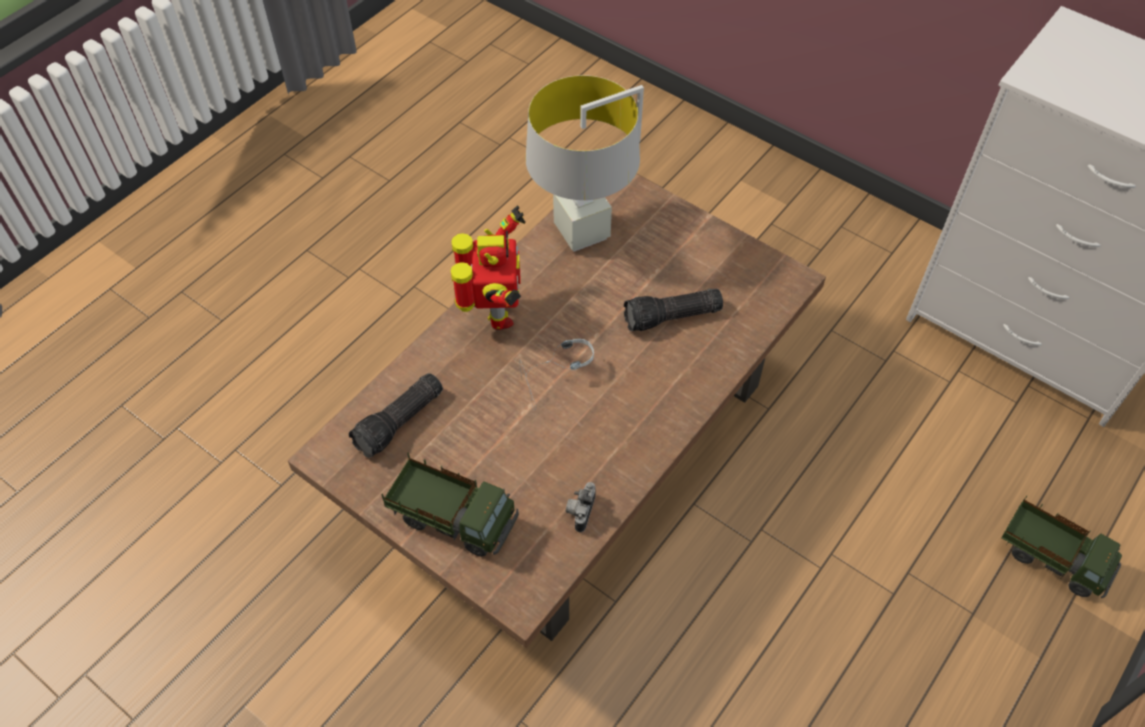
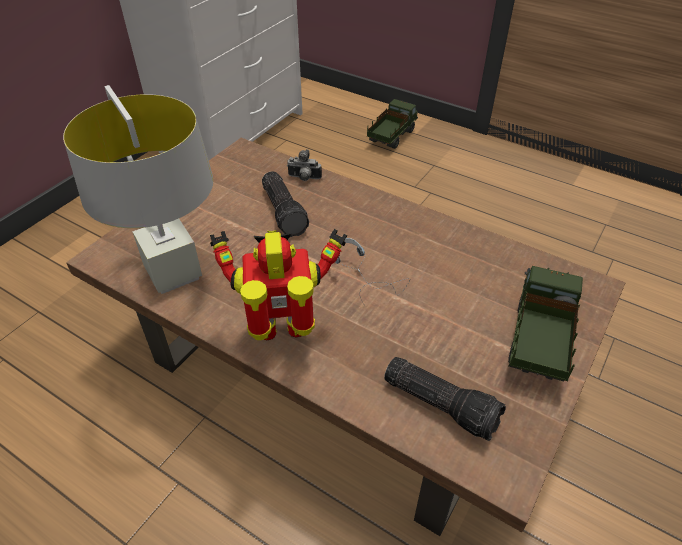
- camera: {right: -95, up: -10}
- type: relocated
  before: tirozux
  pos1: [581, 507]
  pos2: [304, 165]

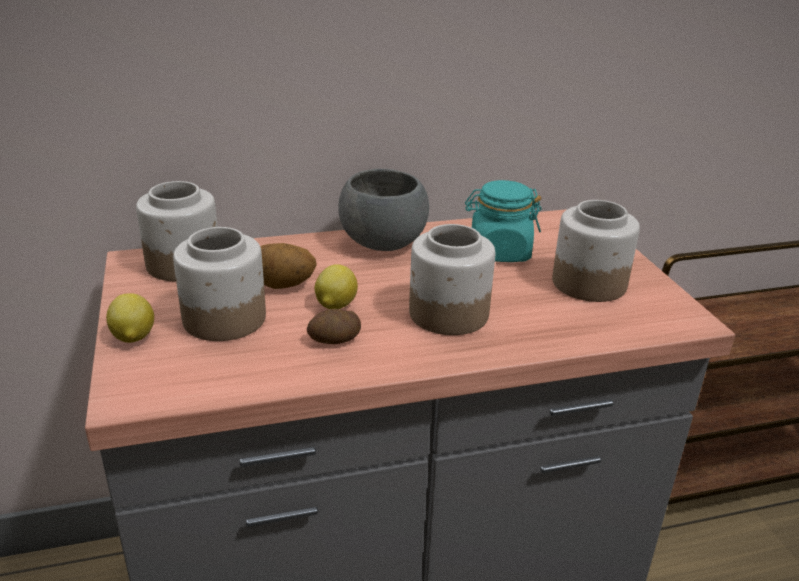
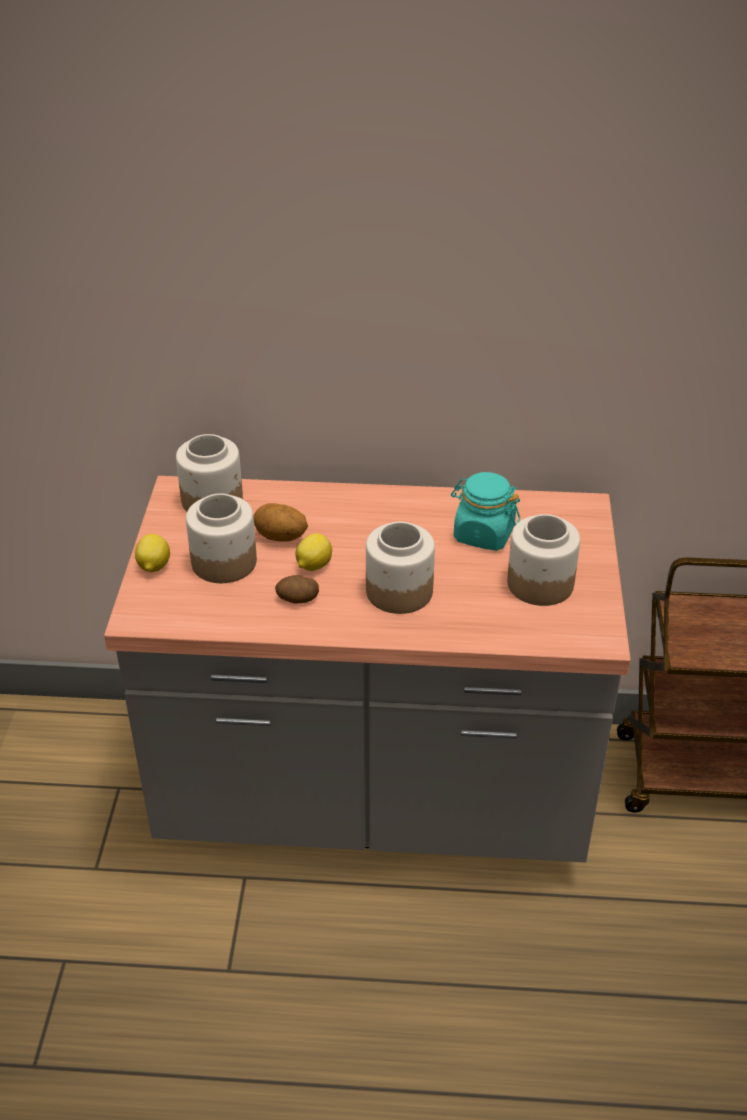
- camera: {right: 20, up: 10}
- type: missing
  before: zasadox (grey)
  pos1: [383, 210]

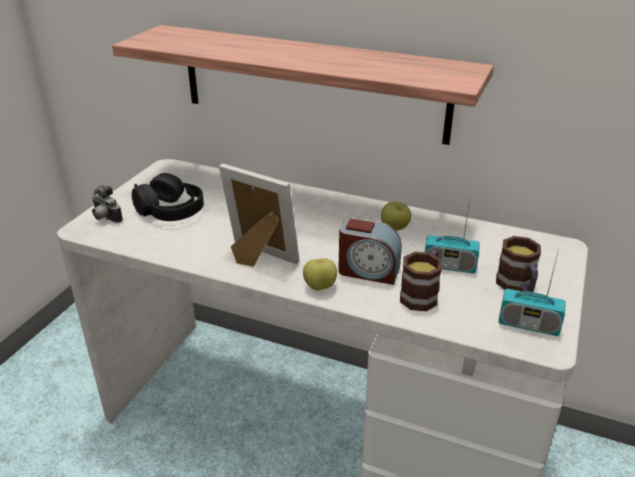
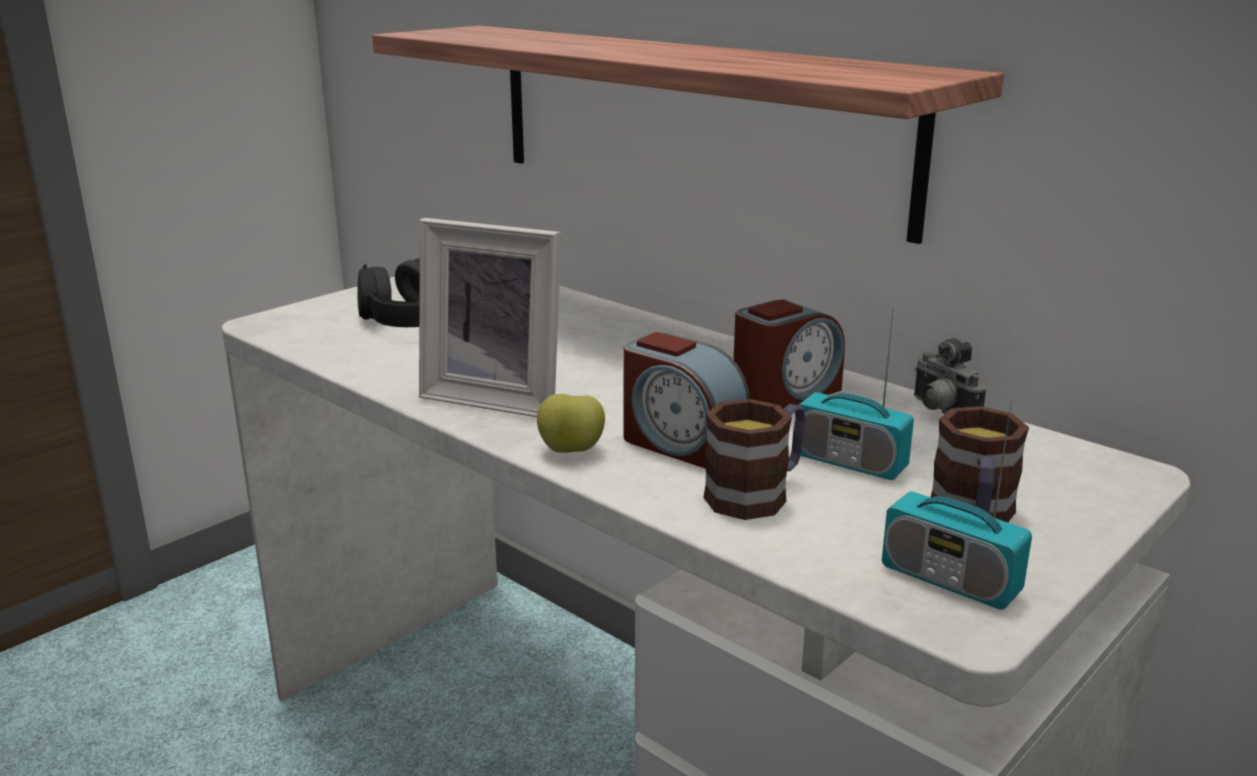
- camera: {right: 20, up: -10}
- type: relocated
  before: tirozux
  pos1: [107, 204]
  pos2: [950, 376]
- type: exchanged
  before: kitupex
  after: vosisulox
  pos1: [396, 216]
  pos2: [789, 354]
- type: spun
  before: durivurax
  pos1: [259, 215]
  pos2: [490, 317]
  turn: 150

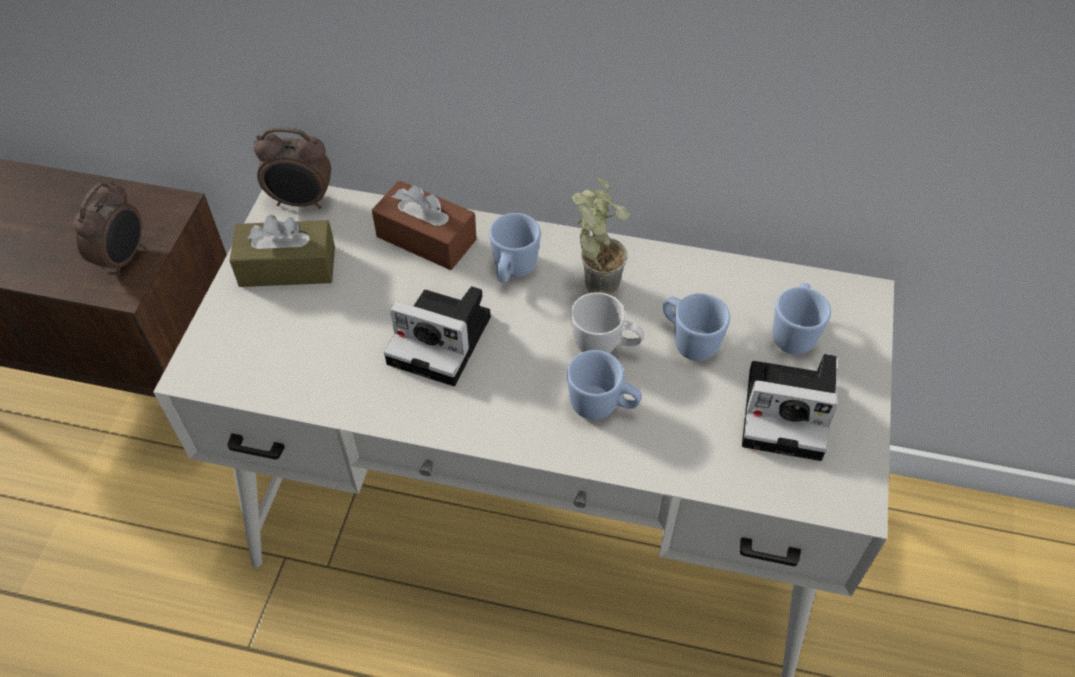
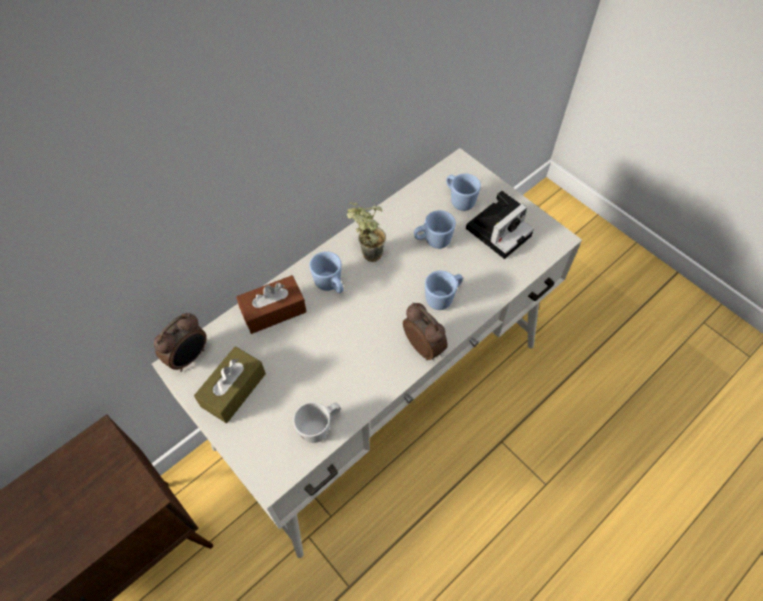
- camera: {right: -55, up: 5}
- type: missing
  before: tirozux
  pos1: [437, 336]
- type: relocated
  before: vosisulox
  pos1: [107, 228]
  pos2: [425, 332]
- type: relocated
  before: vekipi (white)
  pos1: [607, 322]
  pos2: [317, 422]

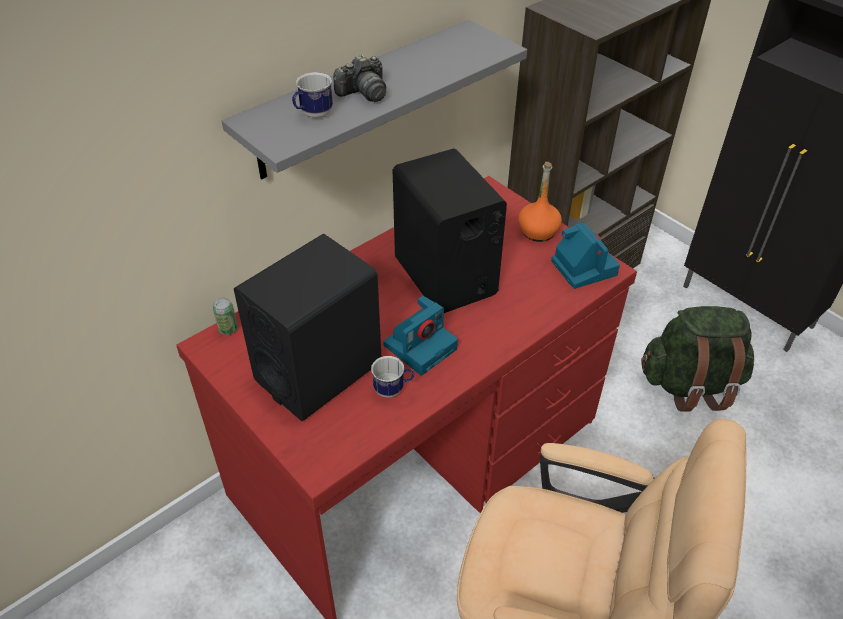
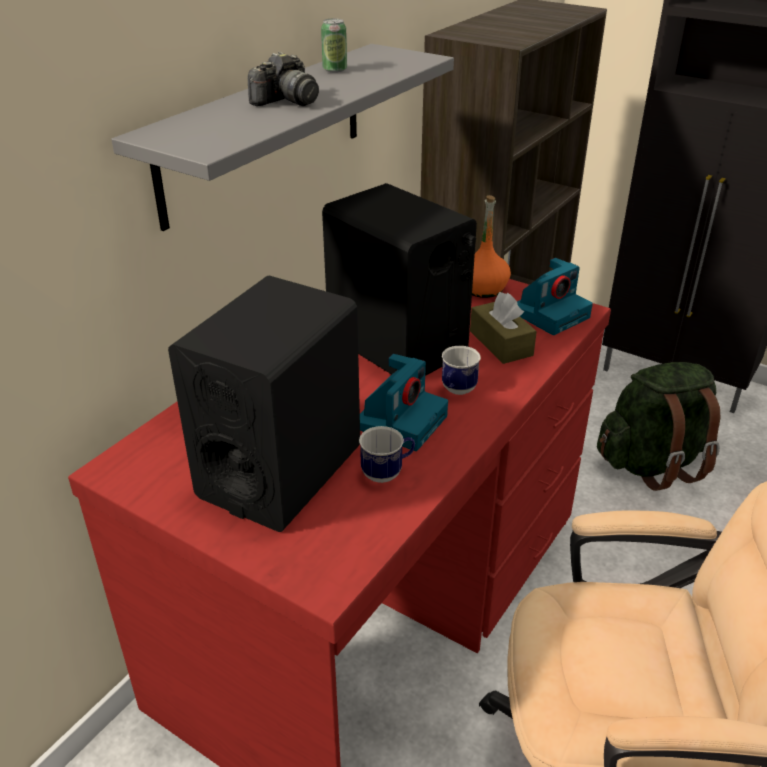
- camera: {right: -15, up: -10}
- type: appeared
  after: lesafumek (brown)
  pos2: [503, 328]
- type: relocated
  before: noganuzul
  pos1: [225, 316]
  pos2: [334, 46]
- type: relocated
  before: vekipi
  pos1: [312, 95]
  pos2: [461, 370]
- type: spun
  before: tirozux
  pos1: [585, 255]
  pos2: [555, 296]
  turn: 90

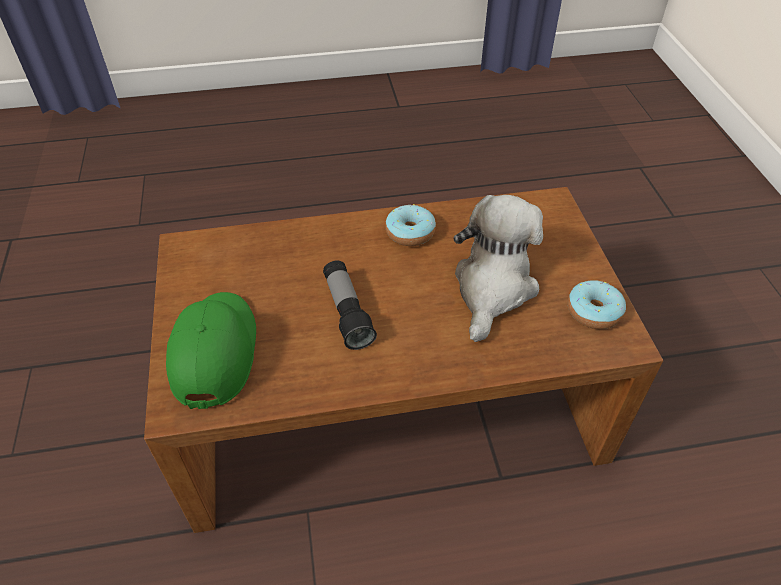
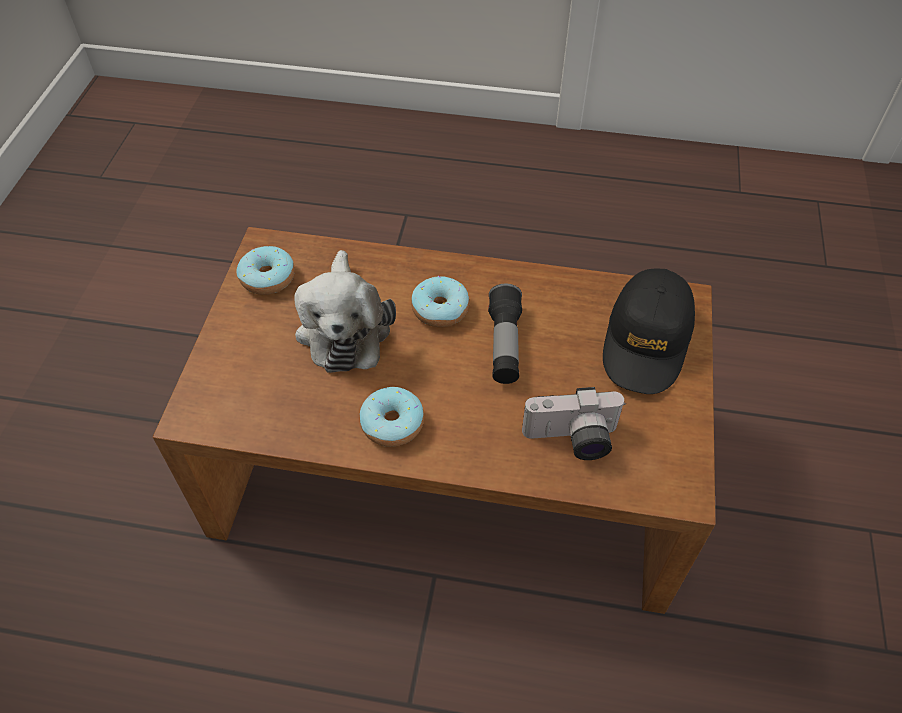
- camera: {right: -160, up: 5}
- type: appeared
  after: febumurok
  pos2: [440, 301]
- type: appeared
  after: tirozux
  pos2: [574, 423]
- type: colour
  before: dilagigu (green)
  after: dilagigu (black)
  pos1: [211, 350]
  pos2: [649, 331]
- type: spun
  before: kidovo
  pos1: [498, 268]
  pos2: [345, 311]
  turn: -45

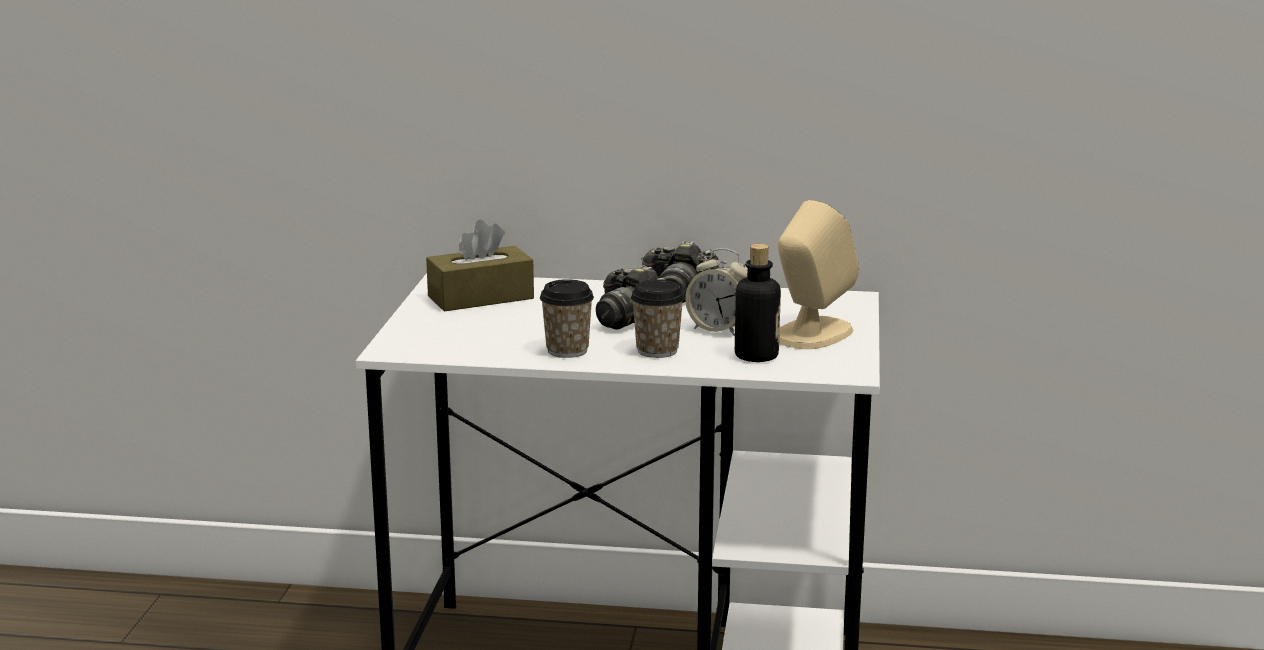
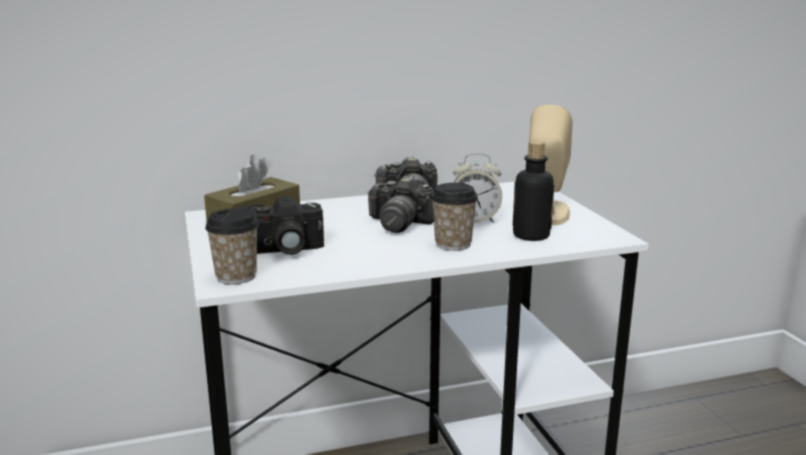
- camera: {right: -25, up: 0}
- type: appeared
  after: tirozux
  pos2: [281, 225]
- type: relocated
  before: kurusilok
  pos1: [567, 318]
  pos2: [232, 246]

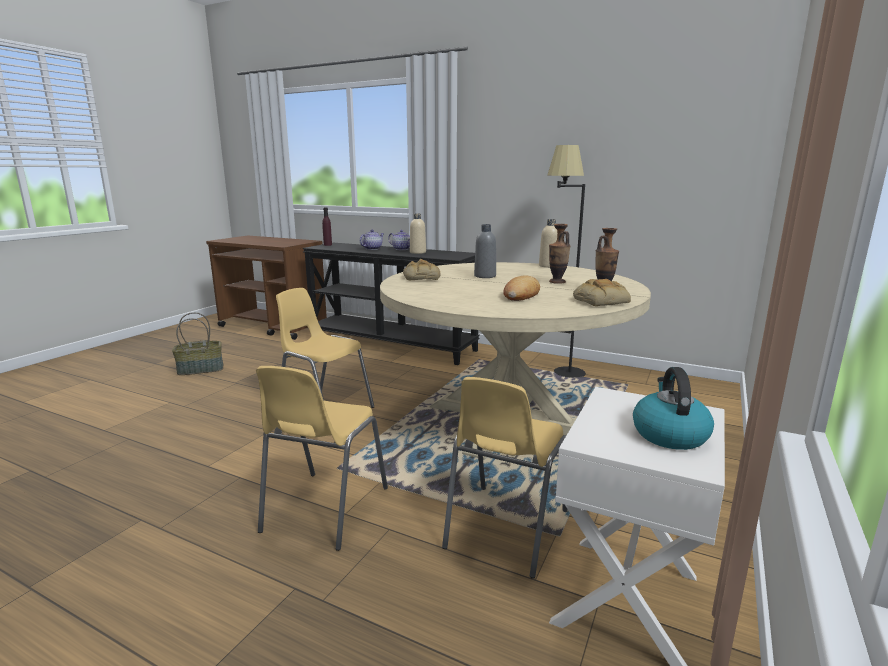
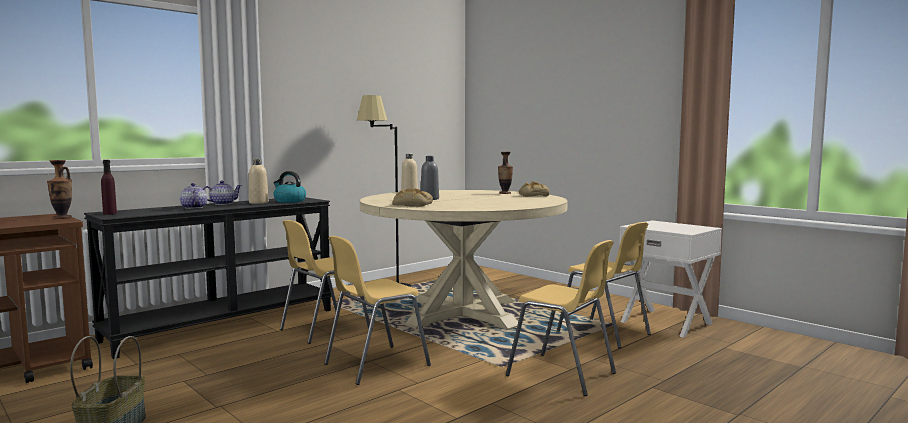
- camera: {right: -70, up: -10}
- type: missing
  before: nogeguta
  pos1: [521, 288]
- type: appeared
  after: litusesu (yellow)
  pos2: [325, 282]
- type: relocated
  before: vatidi
  pos1: [560, 254]
  pos2: [59, 189]
- type: relocated
  before: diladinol
  pos1: [673, 408]
  pos2: [289, 187]

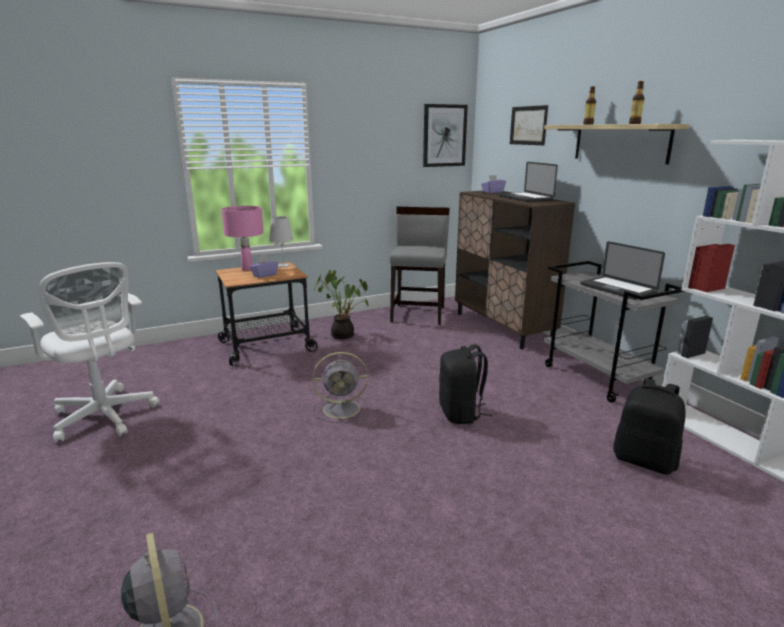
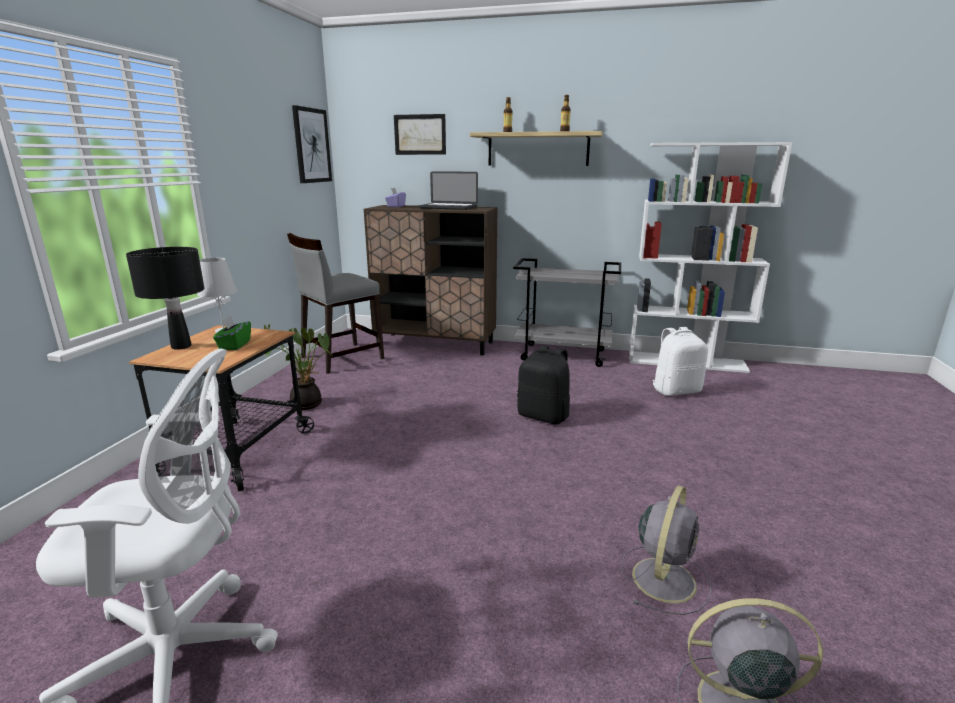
- camera: {right: -50, up: 0}
- type: missing
  before: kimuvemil
  pos1: [622, 270]
- type: relocated
  before: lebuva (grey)
  pos1: [341, 387]
  pos2: [666, 550]
- type: colour
  before: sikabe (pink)
  after: sikabe (black)
  pos1: [242, 238]
  pos2: [165, 298]
- type: colour
  before: lesafumek (purple)
  after: lesafumek (green)
  pos1: [264, 267]
  pos2: [232, 333]
- type: colour
  before: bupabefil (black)
  after: bupabefil (white)
  pos1: [649, 426]
  pos2: [680, 361]
- type: spun
  before: litusesu (grey)
  pos1: [419, 266]
  pos2: [335, 303]
  turn: -90

